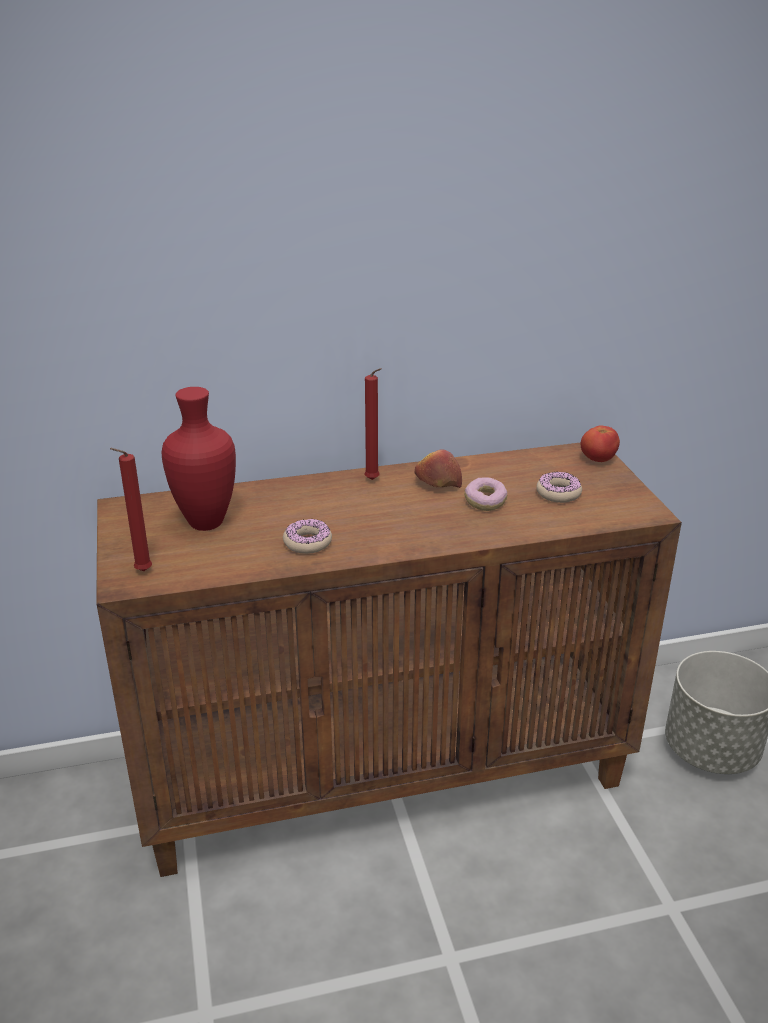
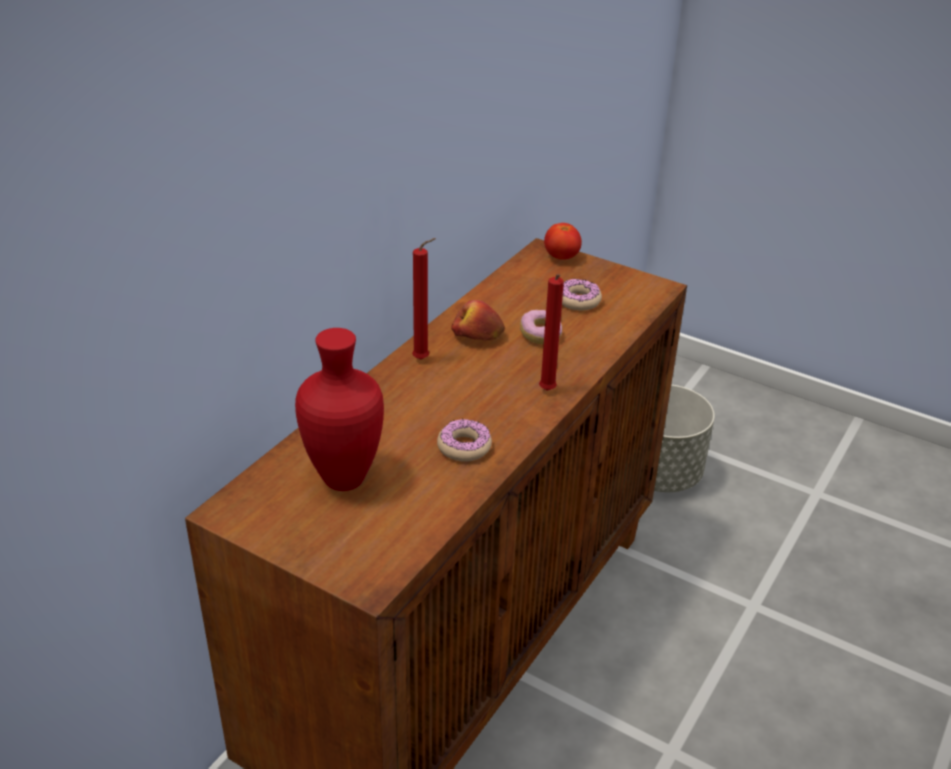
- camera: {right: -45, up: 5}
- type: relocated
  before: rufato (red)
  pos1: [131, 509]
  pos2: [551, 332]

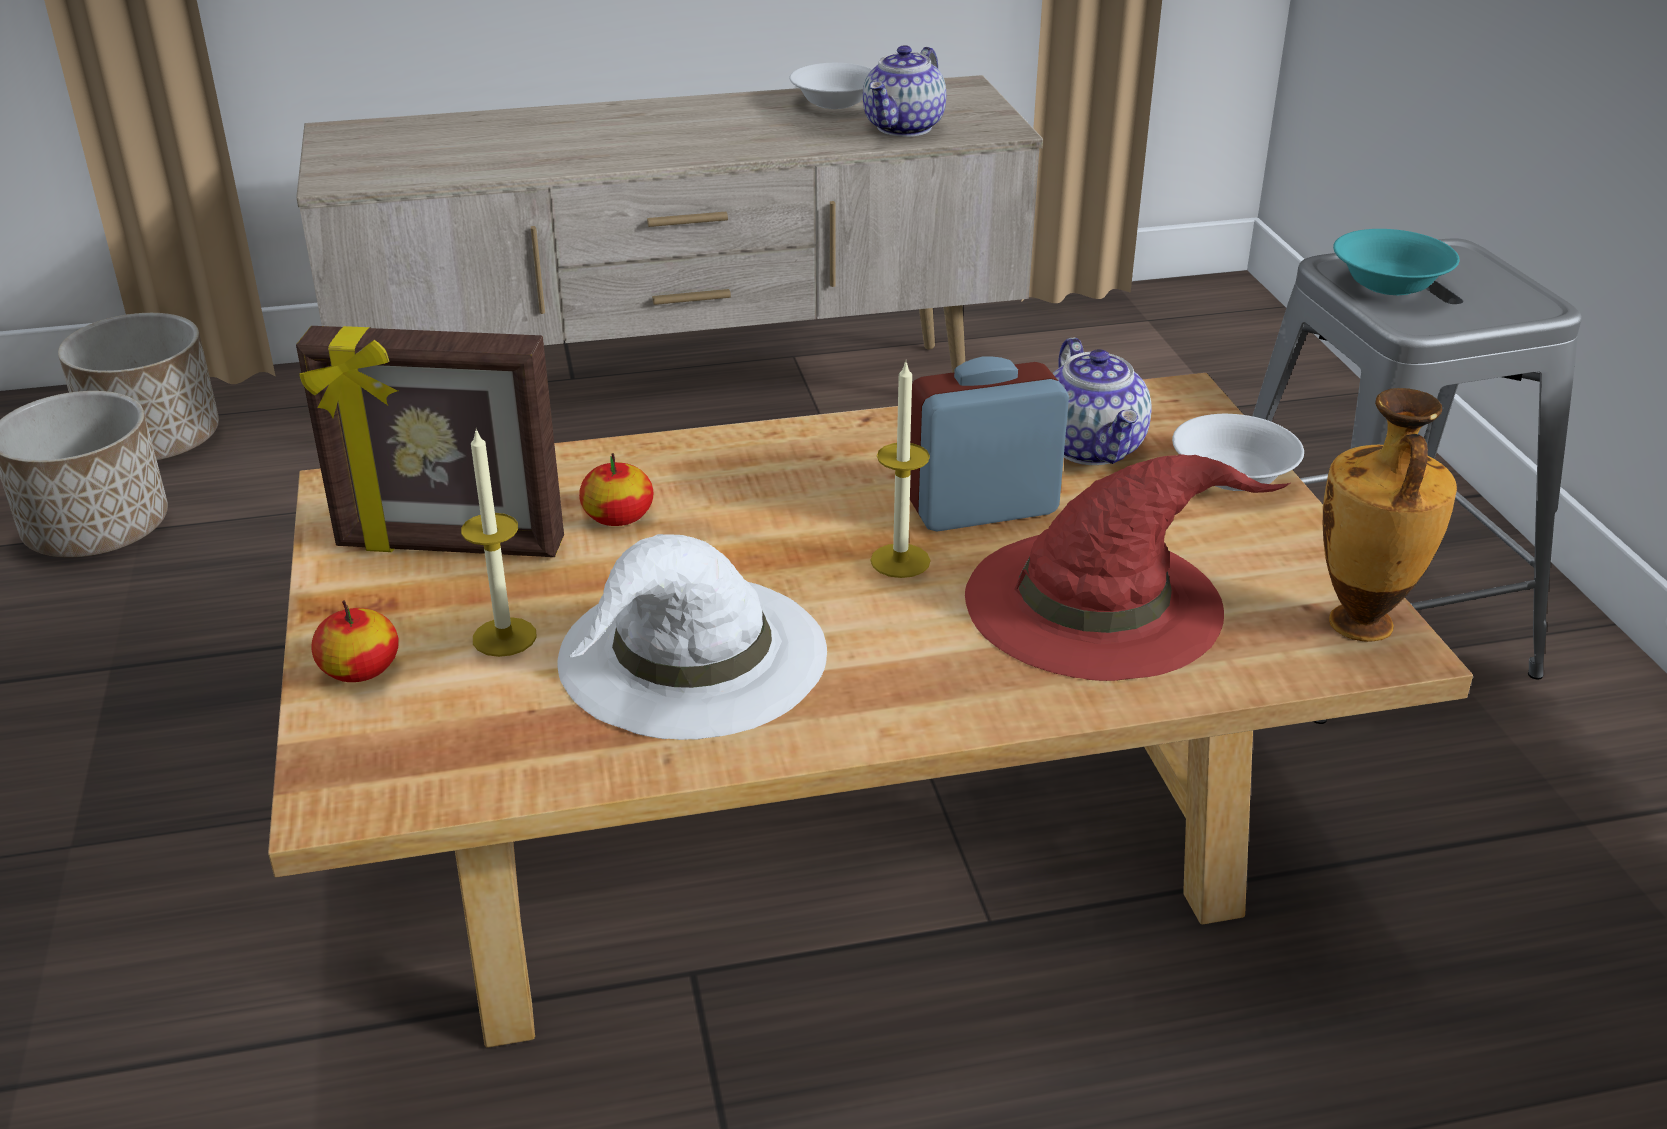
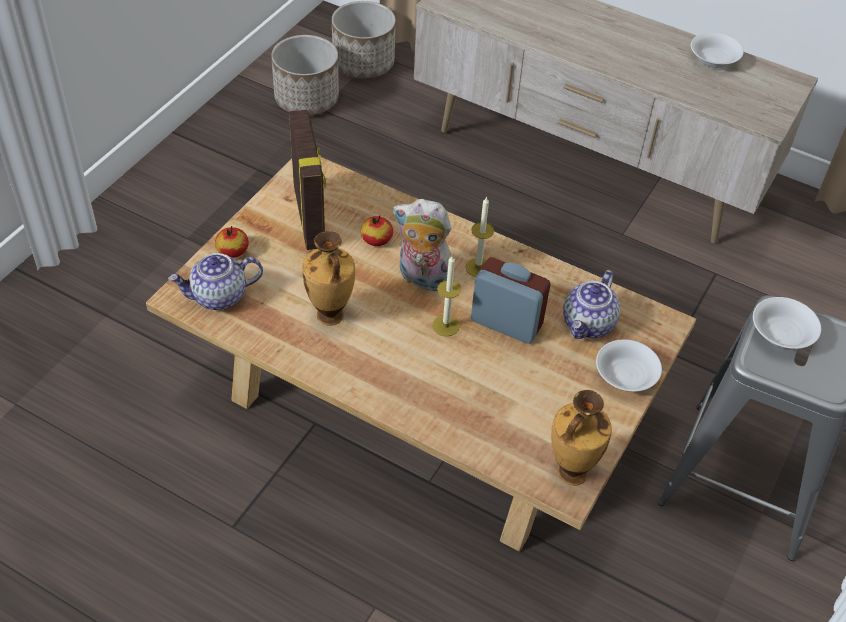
- camera: {right: 40, up: 15}
- type: missing
  before: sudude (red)
  pos1: [1127, 567]
- type: appeared
  after: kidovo
  pos2: [422, 245]
- type: relocated
  before: rufato
  pos1: [499, 542]
  pos2: [479, 236]
- type: relocated
  before: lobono
  pos1: [904, 91]
  pos2: [215, 281]
- type: exchanged
  before: sudude (white)
  after: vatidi
  pos1: [692, 637]
  pos2: [328, 278]
- type: colour
  before: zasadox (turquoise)
  after: zasadox (white)
  pos1: [1396, 262]
  pos2: [787, 323]
- type: spun
  before: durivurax
  pos1: [430, 441]
  pos2: [307, 180]
  turn: -150

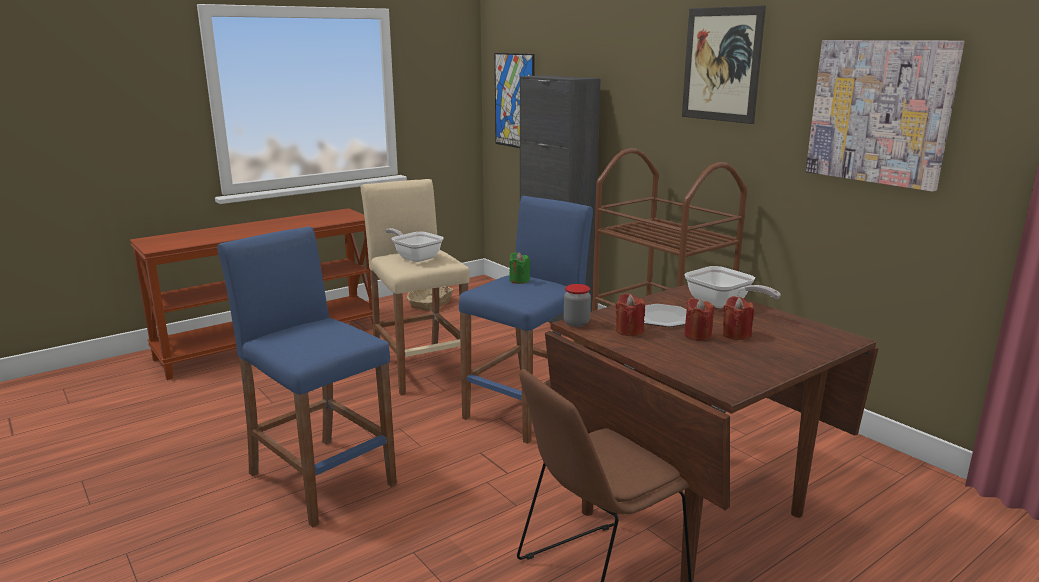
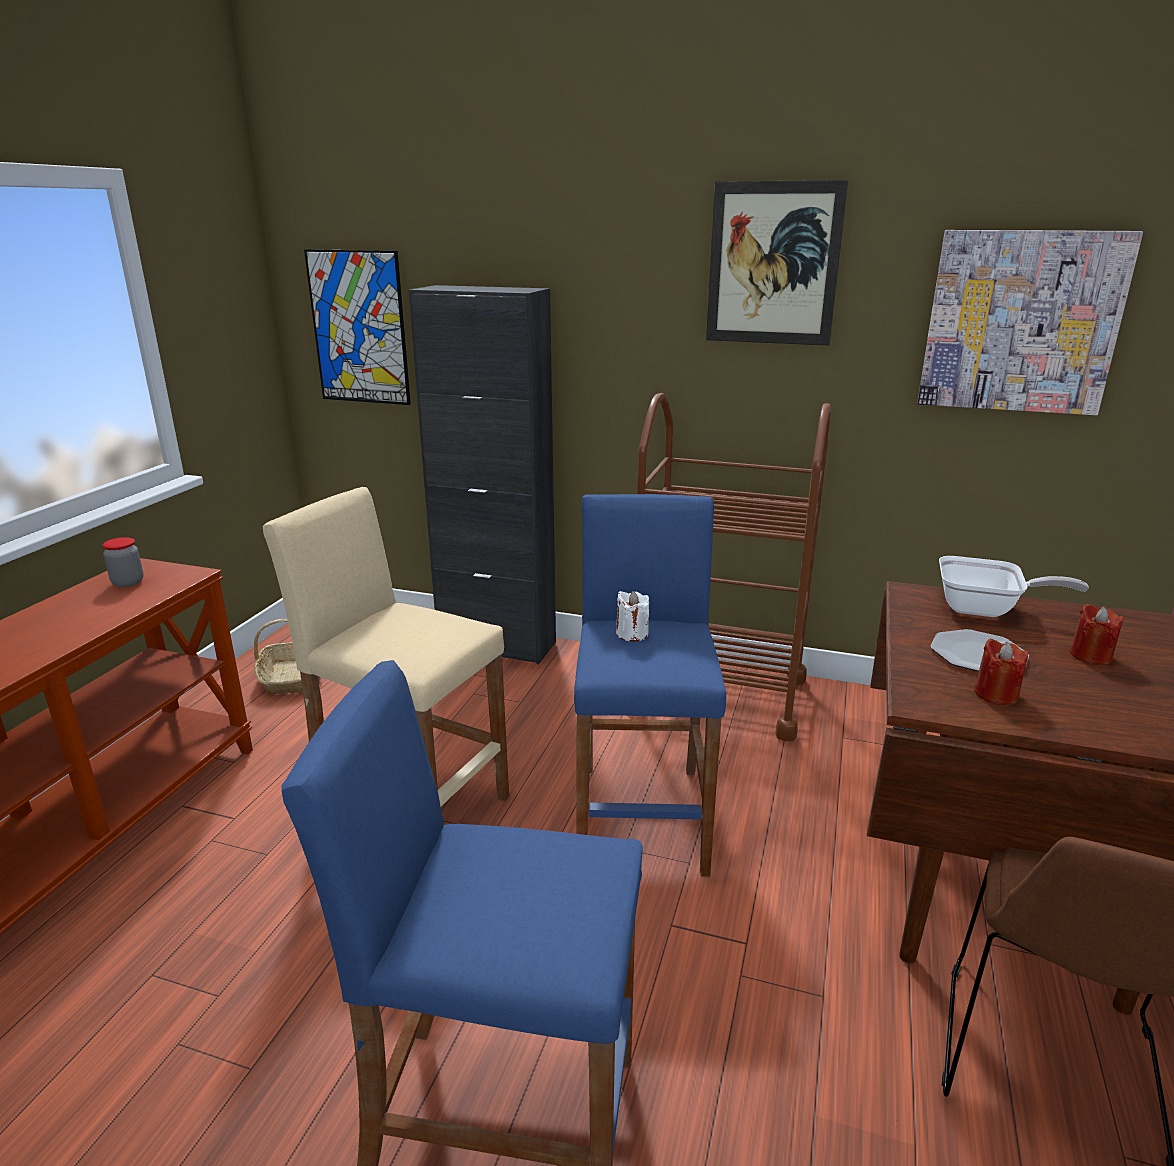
- camera: {right: -35, up: 5}
- type: missing
  before: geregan
  pos1: [414, 245]
- type: missing
  before: rufato (red)
  pos1: [699, 319]
- type: relocated
  before: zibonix
  pos1: [577, 305]
  pos2: [123, 562]
- type: colour
  before: rufato (green)
  after: rufato (white)
  pos1: [519, 268]
  pos2: [632, 616]

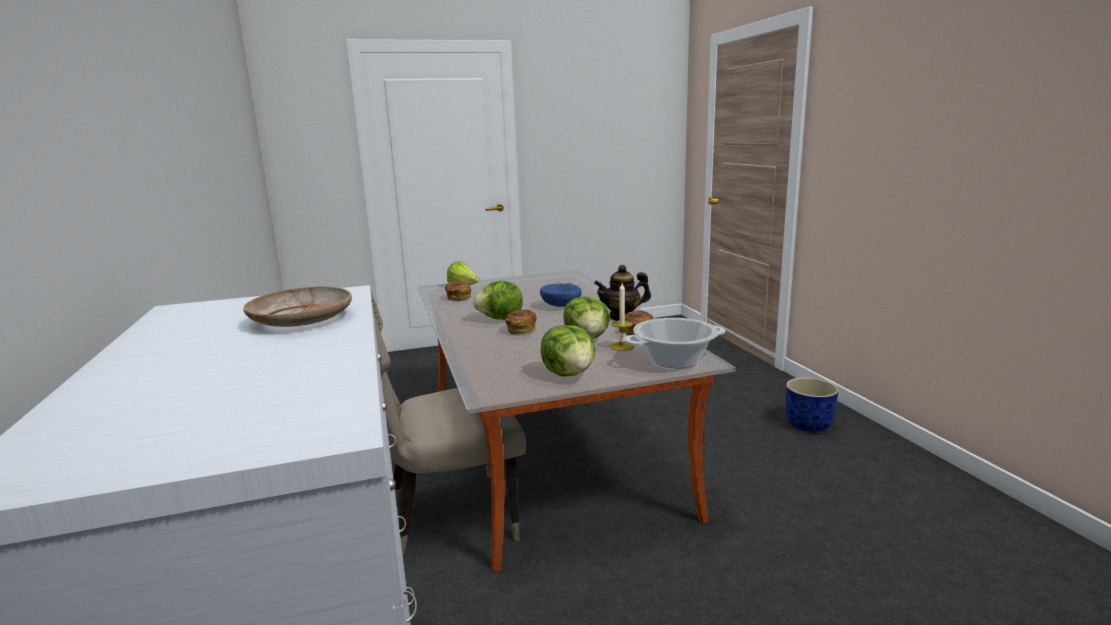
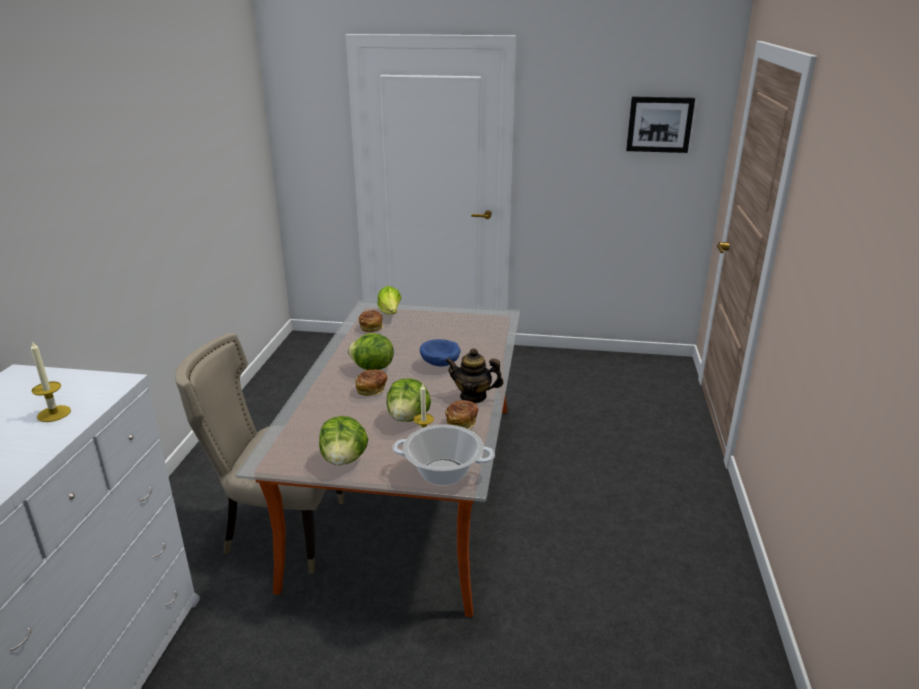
- camera: {right: 25, up: 10}
- type: missing
  before: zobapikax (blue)
  pos1: [812, 404]
- type: appeared
  after: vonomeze
  pos2: [660, 125]
- type: exchanged
  before: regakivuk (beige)
  after: rufato
  pos1: [297, 306]
  pos2: [51, 381]

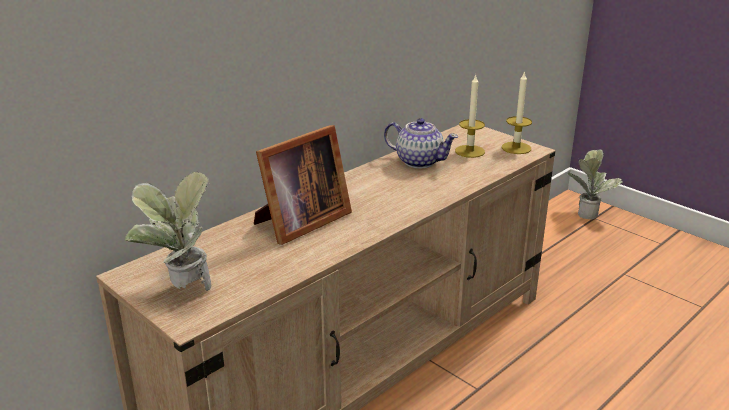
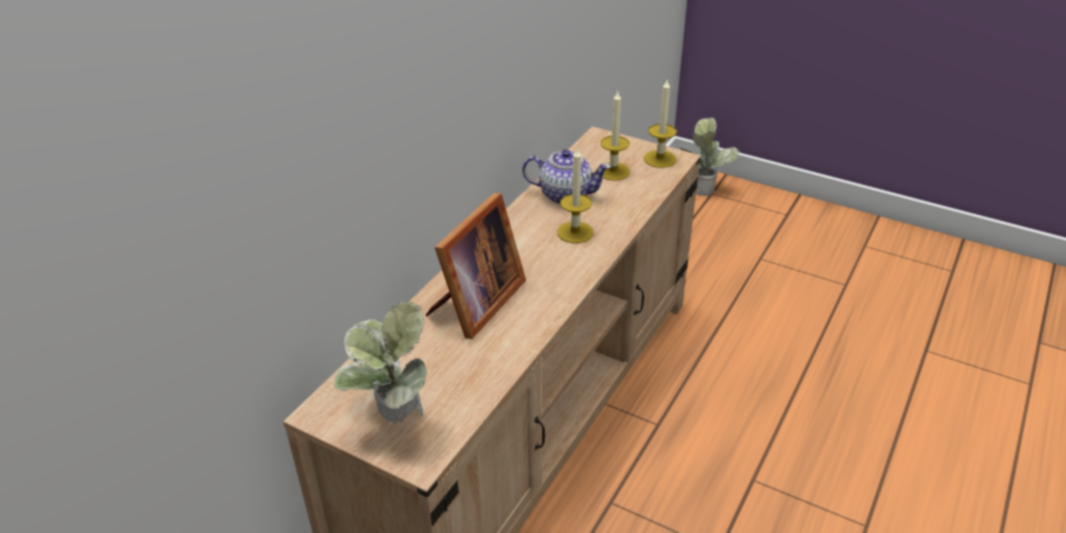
- camera: {right: -15, up: 10}
- type: appeared
  after: rufato
  pos2: [575, 194]

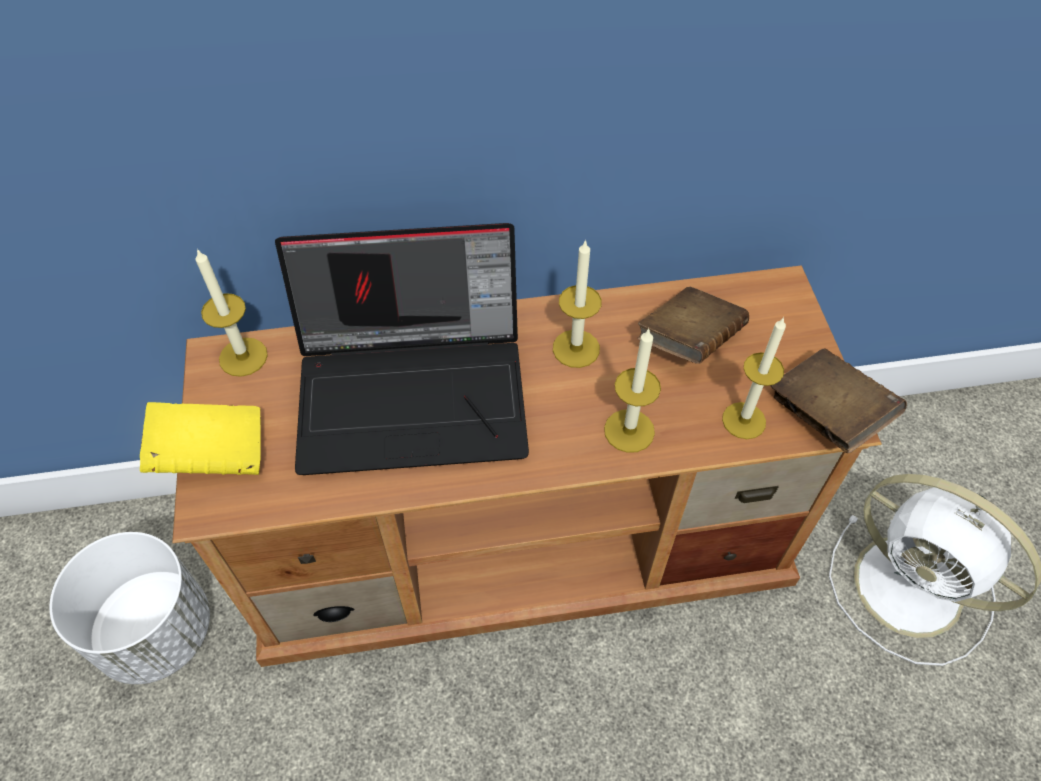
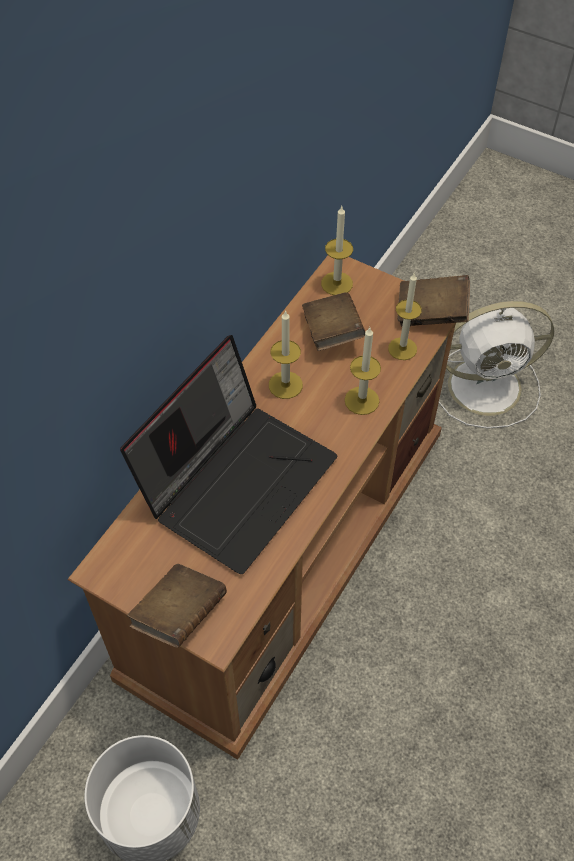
- camera: {right: -50, up: 0}
- type: relocated
  before: rufato
  pos1: [232, 313]
  pos2: [337, 250]
- type: colour
  before: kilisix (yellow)
  after: kilisix (brown)
  pos1: [200, 438]
  pos2: [177, 606]

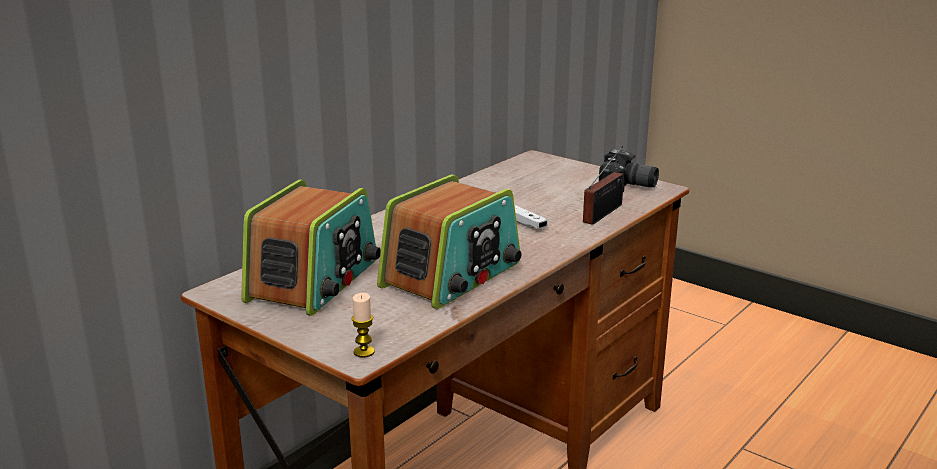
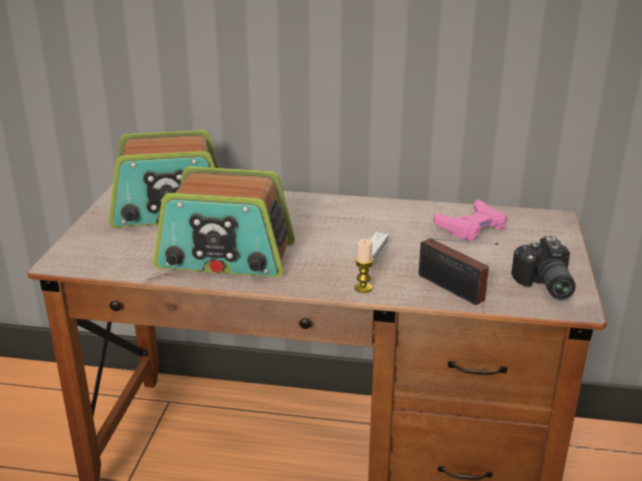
- camera: {right: 60, up: 5}
- type: appeared
  after: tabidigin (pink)
  pos2: [470, 220]
- type: relocated
  before: rufato
  pos1: [363, 325]
  pos2: [364, 266]
- type: spun
  before: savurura
  pos1: [603, 185]
  pos2: [458, 271]
  turn: 45

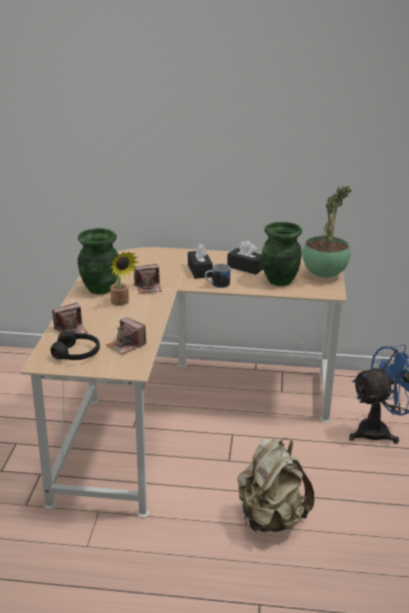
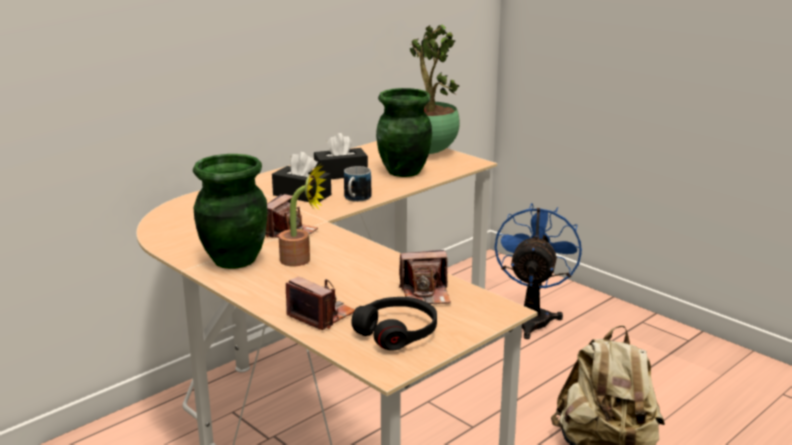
- camera: {right: -50, up: -5}
- type: spun
  before: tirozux
  pos1: [70, 318]
  pos2: [320, 303]
  turn: -60

